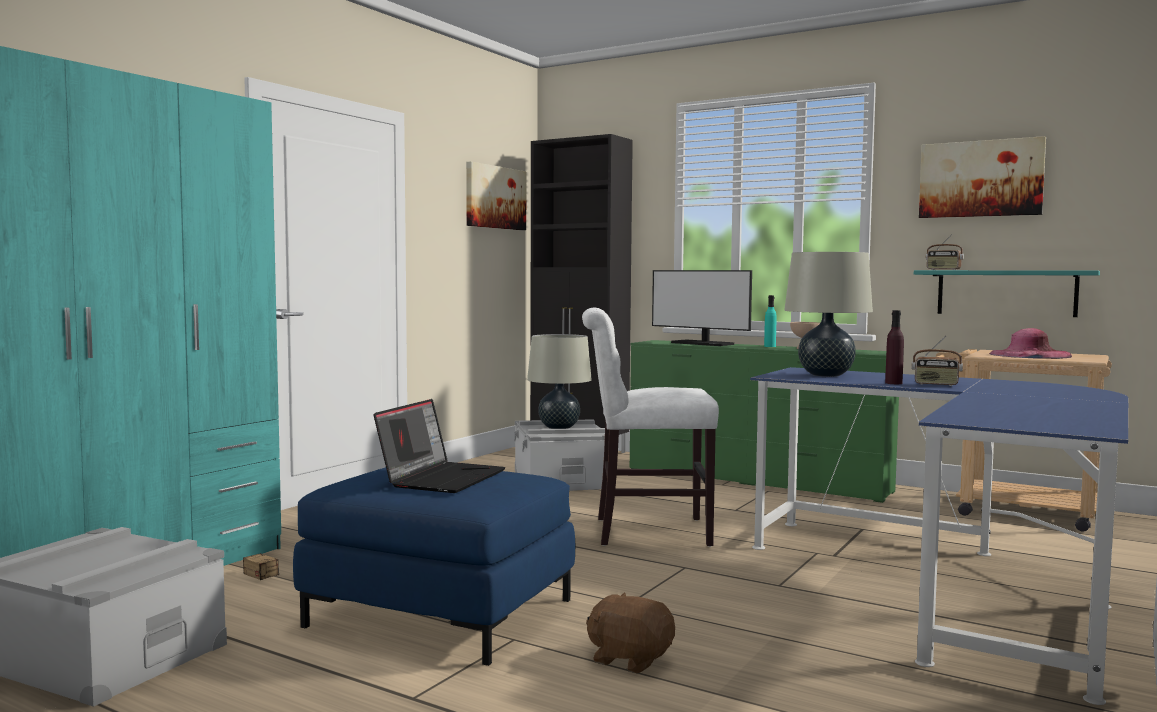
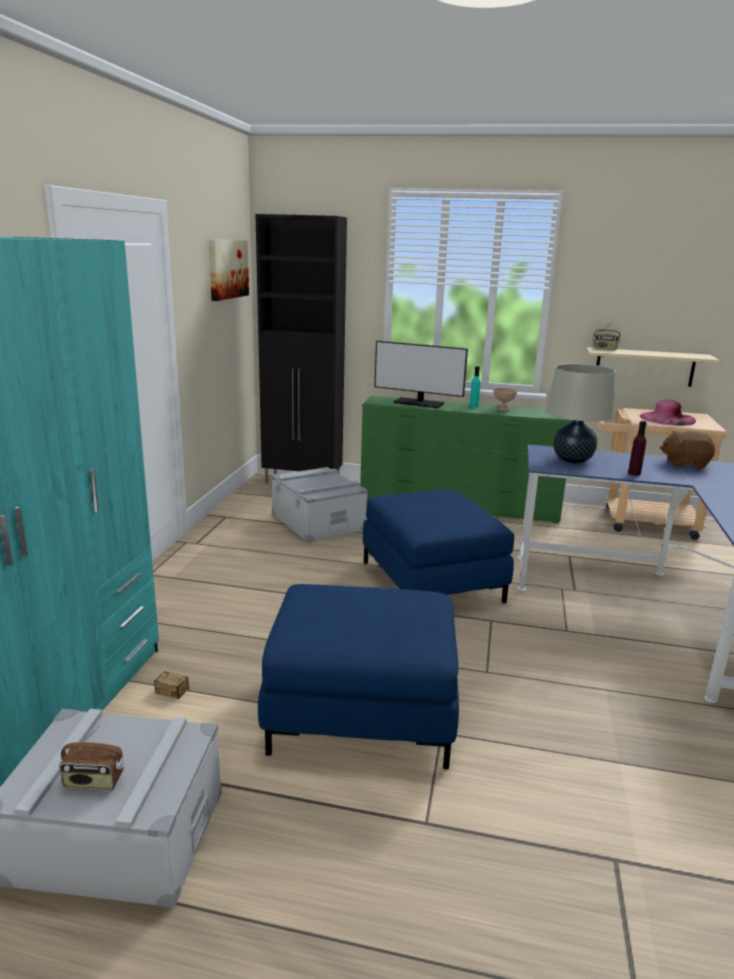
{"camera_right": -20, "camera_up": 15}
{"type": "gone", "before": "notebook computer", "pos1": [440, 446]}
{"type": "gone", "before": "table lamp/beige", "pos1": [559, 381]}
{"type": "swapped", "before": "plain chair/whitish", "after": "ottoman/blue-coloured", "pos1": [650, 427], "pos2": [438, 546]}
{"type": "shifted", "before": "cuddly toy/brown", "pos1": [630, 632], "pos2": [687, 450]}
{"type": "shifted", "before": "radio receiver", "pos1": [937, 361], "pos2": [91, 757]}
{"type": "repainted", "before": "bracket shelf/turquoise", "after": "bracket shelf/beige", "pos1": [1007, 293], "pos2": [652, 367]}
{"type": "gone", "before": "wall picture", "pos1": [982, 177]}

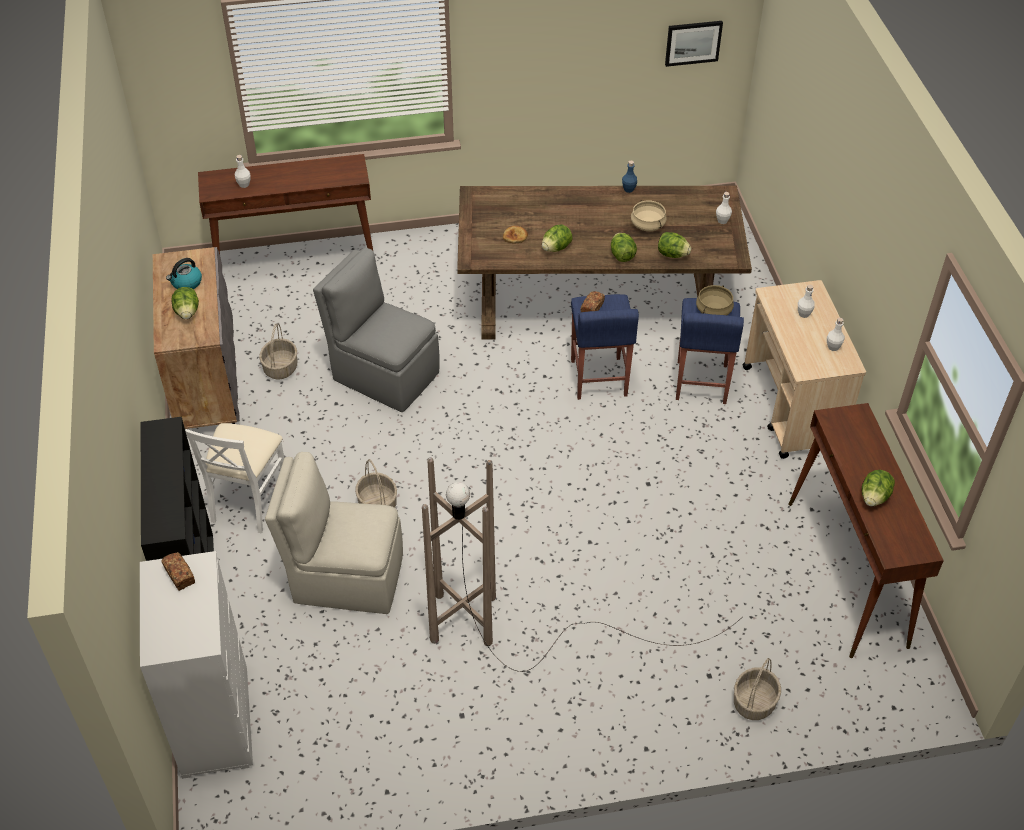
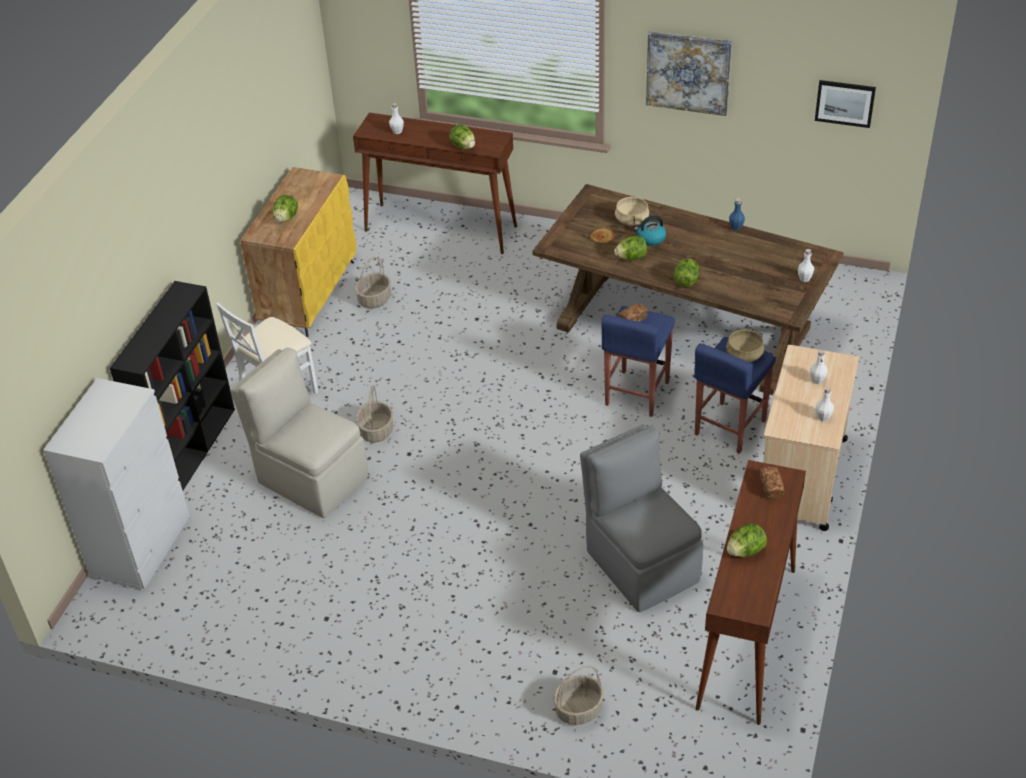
{"camera_right": 30, "camera_up": -5}
{"type": "repainted", "before": "cabinet/gray", "after": "cabinet/yellow", "pos1": [196, 338], "pos2": [298, 252]}
{"type": "shifted", "before": "bread", "pos1": [178, 571], "pos2": [772, 482]}
{"type": "shifted", "before": "water kettle", "pos1": [184, 273], "pos2": [650, 231]}
{"type": "shifted", "before": "plain chair/gray", "pos1": [376, 330], "pos2": [641, 518]}
{"type": "gone", "before": "standing lamp/brown", "pos1": [581, 564]}
{"type": "shifted", "before": "cooking pot/beige", "pos1": [649, 215], "pos2": [632, 211]}
{"type": "shifted", "before": "head of lettuce", "pos1": [674, 245], "pos2": [462, 136]}
{"type": "new", "after": "wall picture", "pos2": [689, 73]}

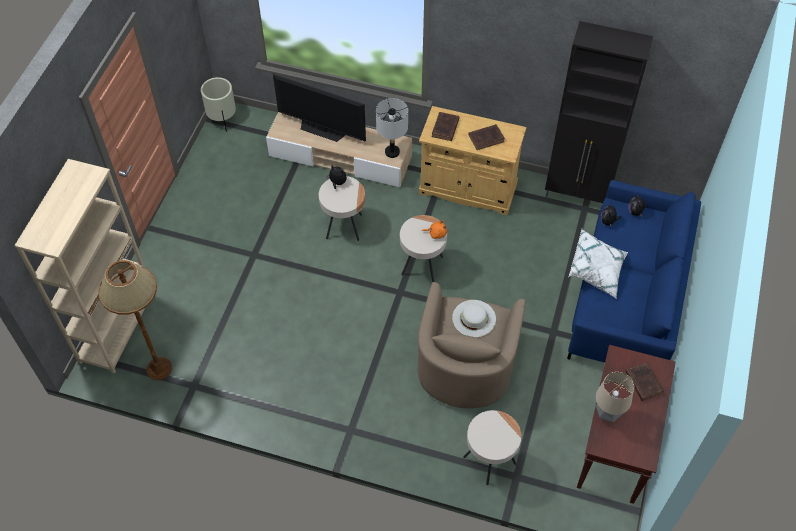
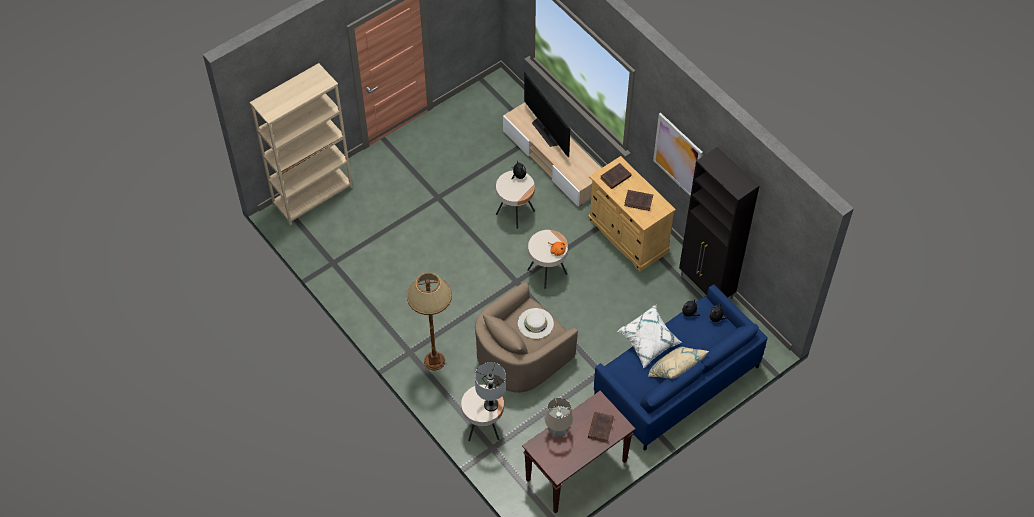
{"camera_right": 35, "camera_up": 0}
{"type": "shifted", "before": "standing lamp/brown", "pos1": [135, 320], "pos2": [429, 321]}
{"type": "gone", "before": "planter/beige", "pos1": [218, 104]}
{"type": "shifted", "before": "table lamp/gray", "pos1": [392, 128], "pos2": [490, 387]}
{"type": "new", "after": "throw pillow/beige", "pos2": [678, 363]}
{"type": "new", "after": "wall picture", "pos2": [678, 154]}

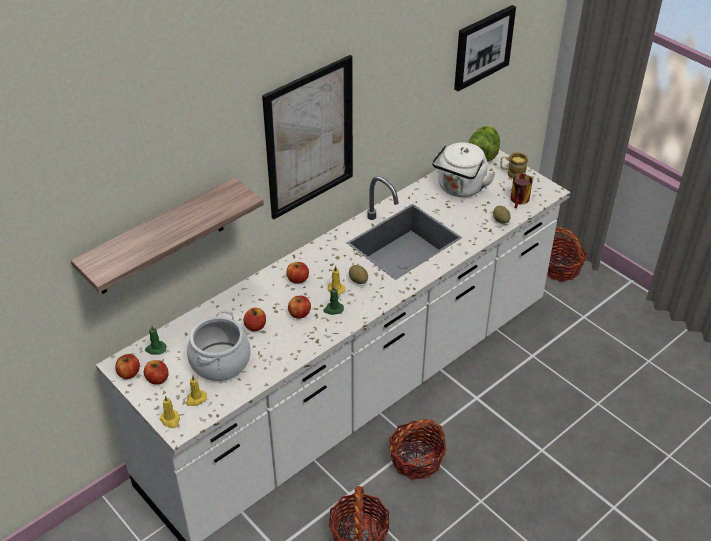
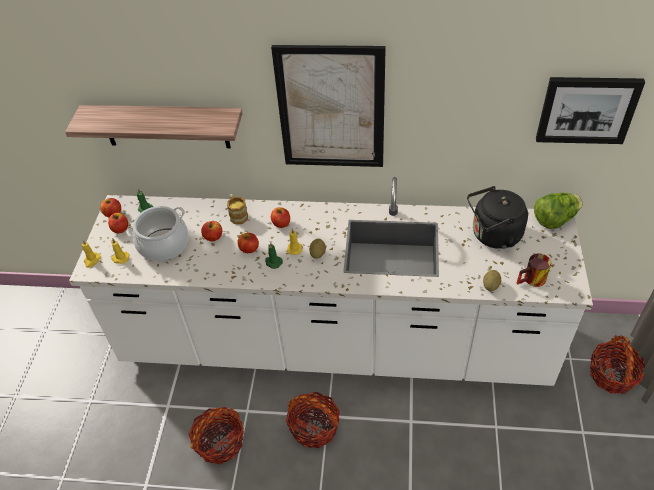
{"camera_right": 50, "camera_up": 5}
{"type": "repainted", "before": "water kettle/whitish", "after": "water kettle/black", "pos1": [464, 169], "pos2": [497, 217]}
{"type": "shifted", "before": "coffee mug", "pos1": [514, 165], "pos2": [237, 209]}

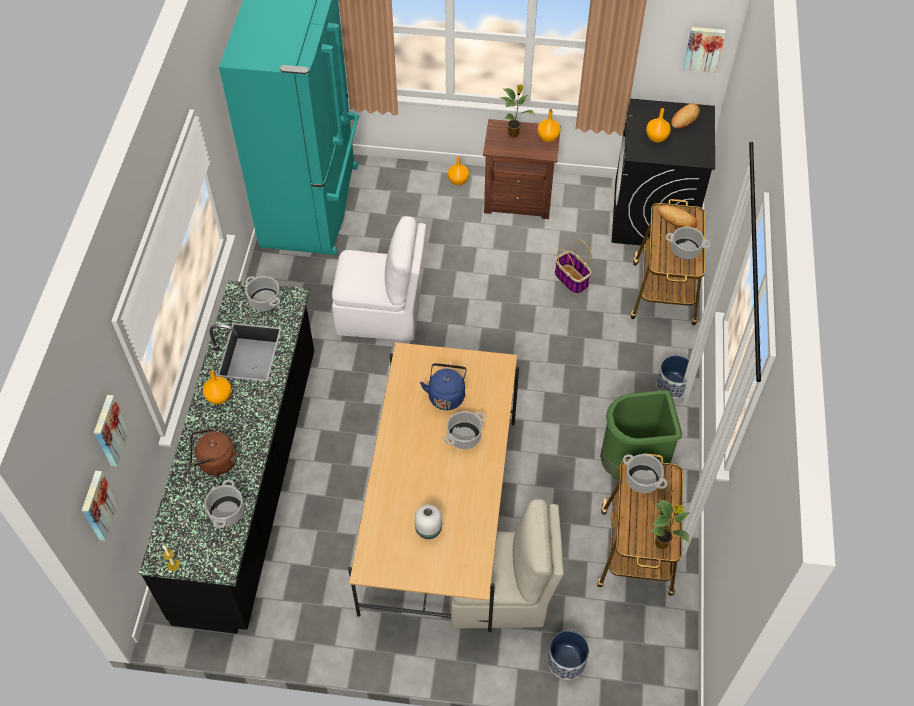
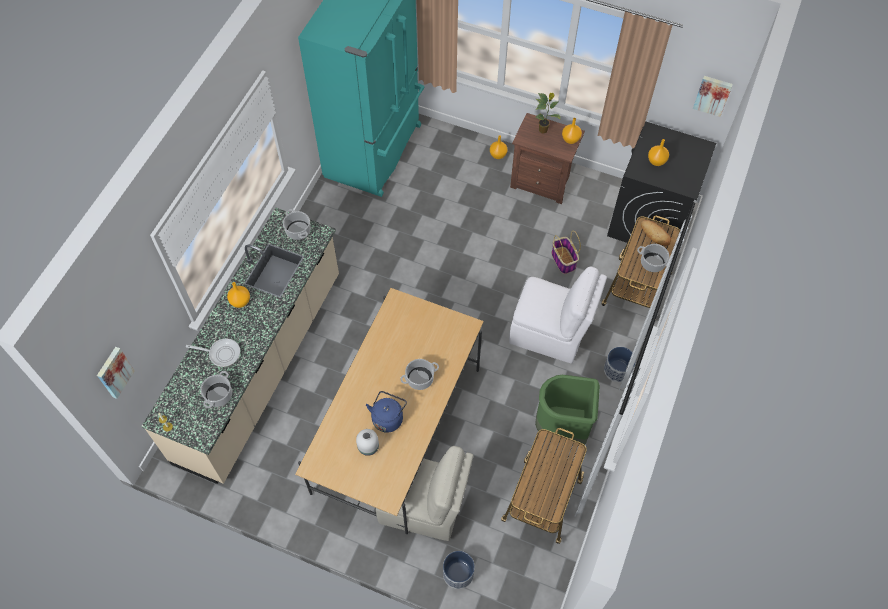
{"camera_right": 15, "camera_up": 5}
{"type": "gone", "before": "wall picture", "pos1": [111, 430]}
{"type": "repainted", "before": "counter/black", "after": "counter/beige", "pos1": [226, 457], "pos2": [240, 346]}
{"type": "swapped", "before": "water kettle/brown", "after": "frying pan", "pos1": [214, 453], "pos2": [213, 353]}
{"type": "shifted", "before": "plain chair/whitish", "pos1": [379, 278], "pos2": [558, 315]}
{"type": "shifted", "before": "water kettle/blue-coloured", "pos1": [443, 386], "pos2": [386, 412]}
{"type": "gone", "before": "cooking pot", "pos1": [645, 473]}
{"type": "gone", "before": "plant in a pot", "pos1": [670, 524]}
{"type": "gone", "before": "bread", "pos1": [685, 116]}

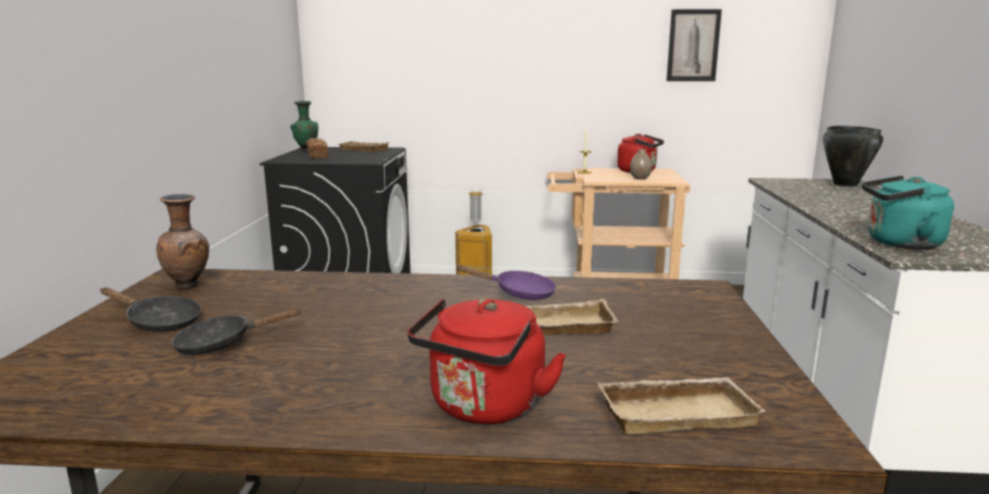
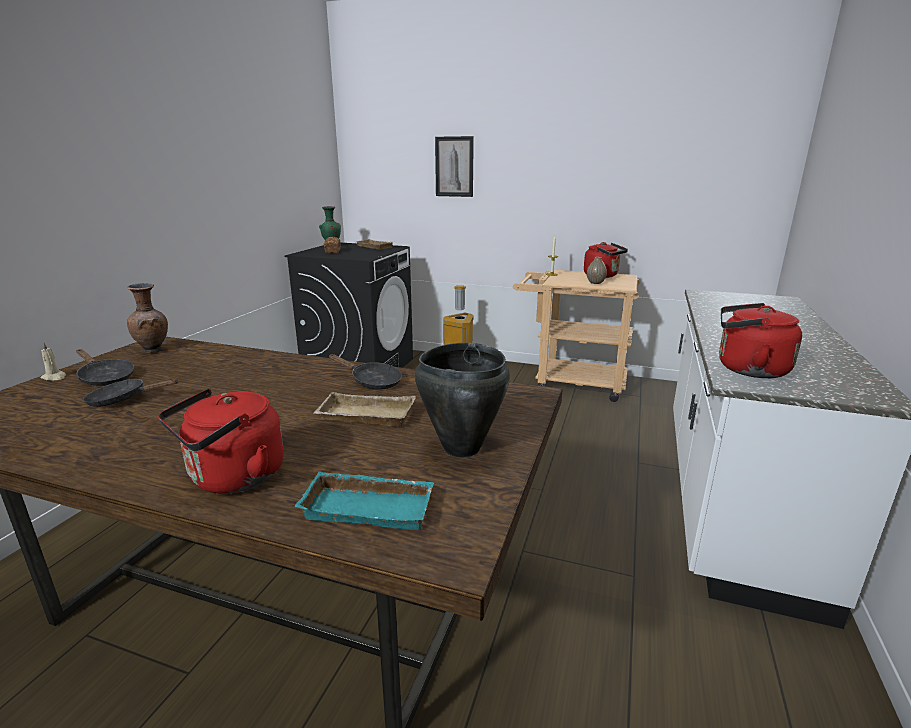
{"camera_right": 15, "camera_up": 5}
{"type": "repainted", "before": "frying pan/purplish", "after": "frying pan/black", "pos1": [505, 282], "pos2": [365, 372]}
{"type": "repainted", "before": "carrying tray/beige", "after": "carrying tray/turquoise", "pos1": [681, 405], "pos2": [364, 501]}
{"type": "shifted", "before": "wall picture", "pos1": [694, 45], "pos2": [454, 166]}
{"type": "shifted", "before": "cooking pot/black", "pos1": [853, 156], "pos2": [462, 400]}
{"type": "repainted", "before": "water kettle/turquoise", "after": "water kettle/red", "pos1": [908, 212], "pos2": [760, 340]}
{"type": "new", "after": "wax candle/beige", "pos2": [53, 361]}

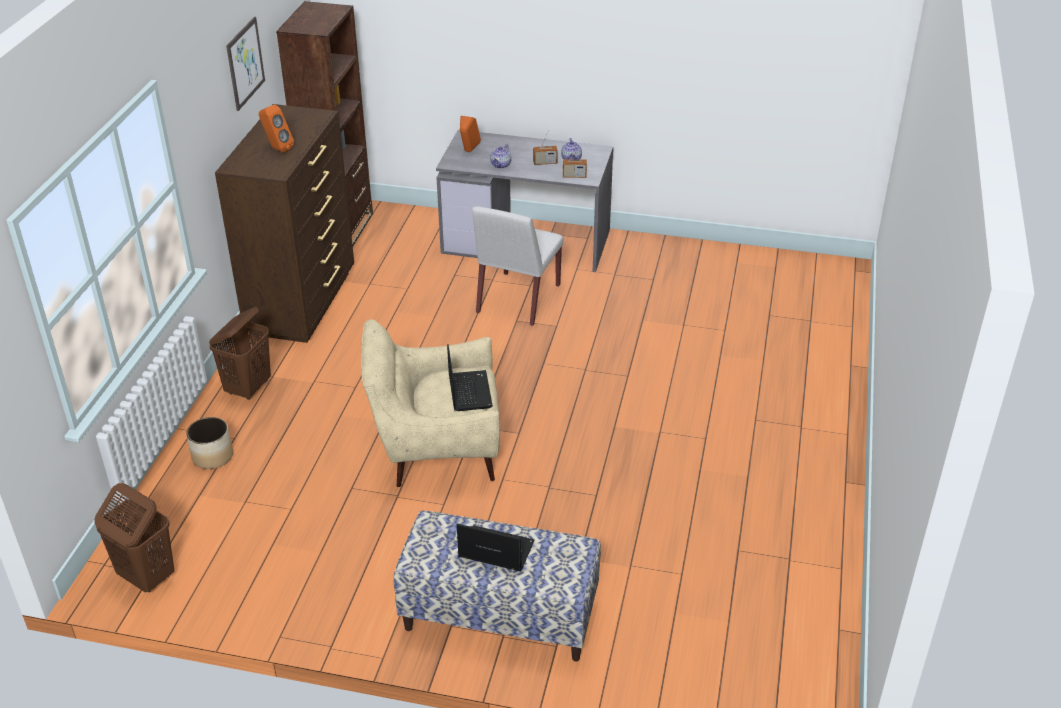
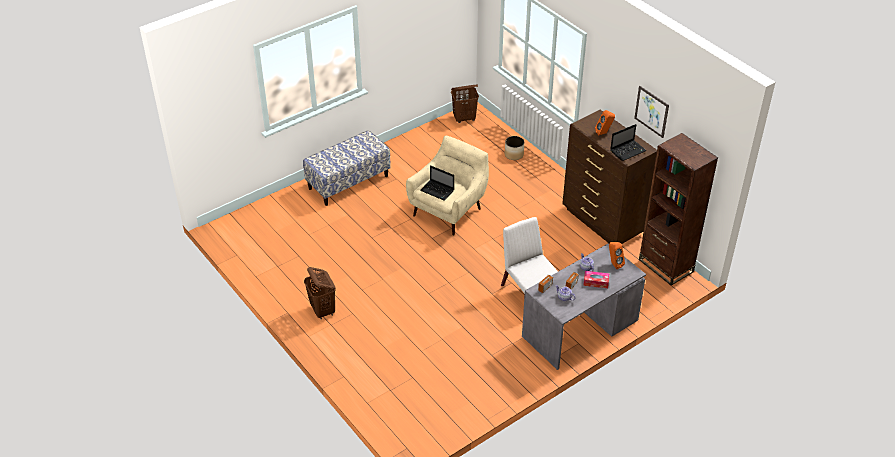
{"camera_right": 130, "camera_up": 5}
{"type": "shifted", "before": "washing basket/brown", "pos1": [240, 353], "pos2": [320, 293]}
{"type": "shifted", "before": "notebook computer", "pos1": [495, 548], "pos2": [628, 142]}
{"type": "new", "after": "box of tissues", "pos2": [596, 279]}

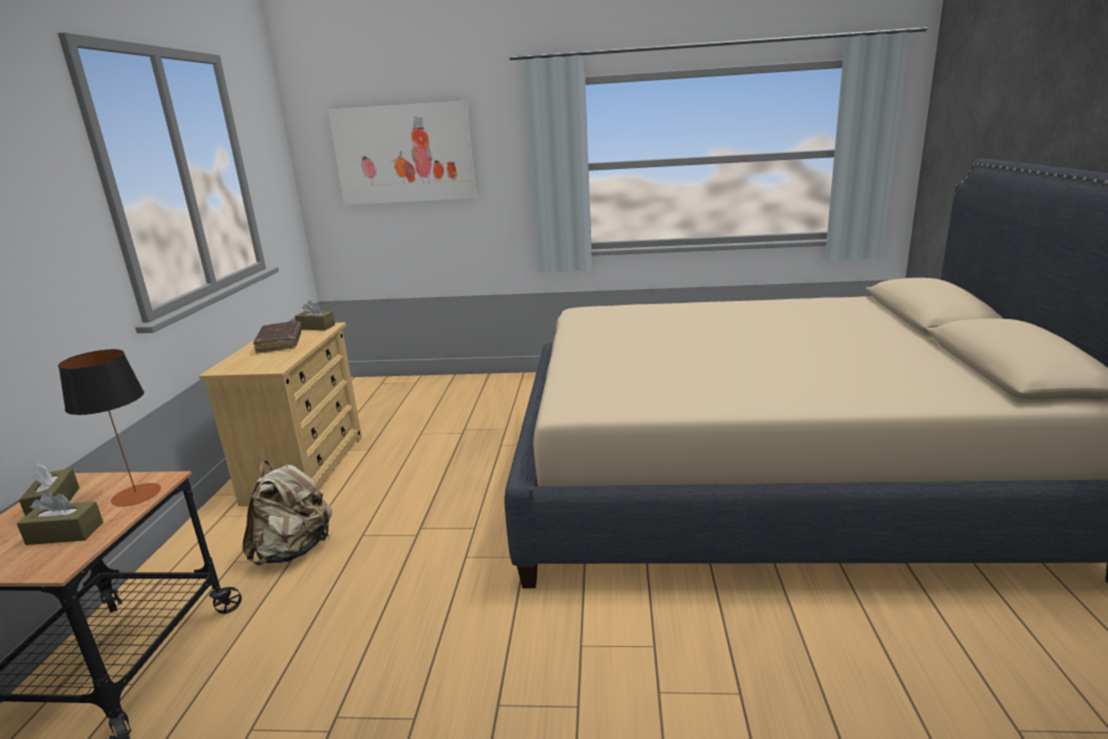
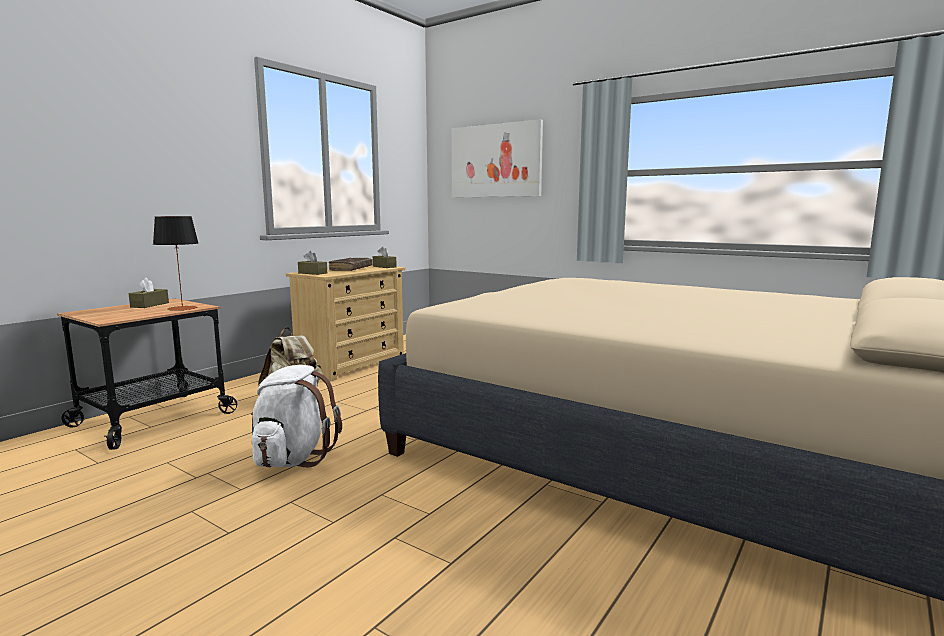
{"camera_right": 30, "camera_up": -10}
{"type": "shifted", "before": "box of tissues/brown", "pos1": [60, 518], "pos2": [312, 263]}
{"type": "new", "after": "knapsack/whitish", "pos2": [296, 416]}

